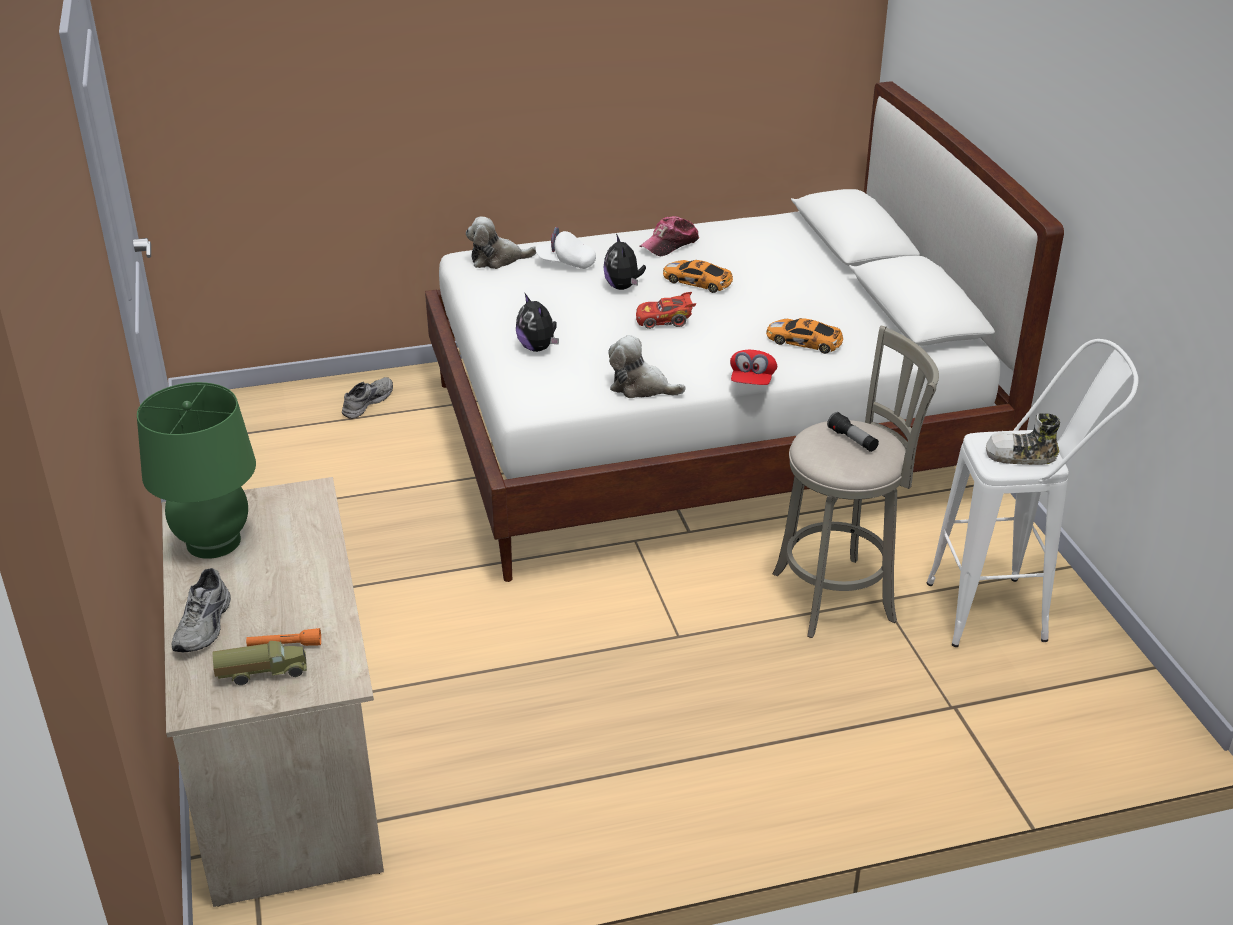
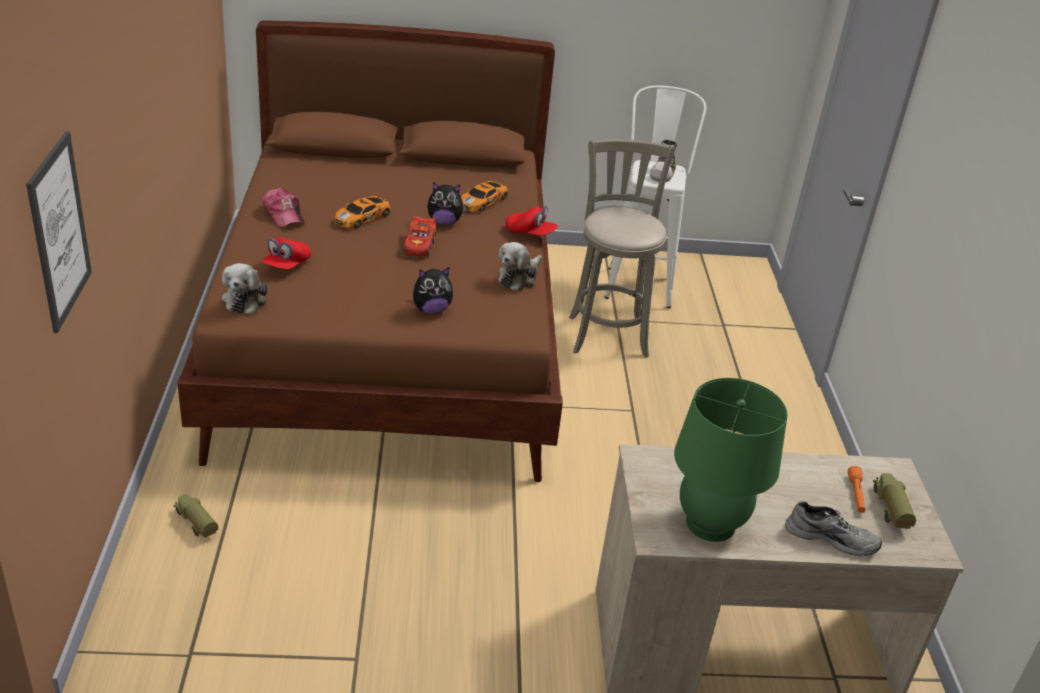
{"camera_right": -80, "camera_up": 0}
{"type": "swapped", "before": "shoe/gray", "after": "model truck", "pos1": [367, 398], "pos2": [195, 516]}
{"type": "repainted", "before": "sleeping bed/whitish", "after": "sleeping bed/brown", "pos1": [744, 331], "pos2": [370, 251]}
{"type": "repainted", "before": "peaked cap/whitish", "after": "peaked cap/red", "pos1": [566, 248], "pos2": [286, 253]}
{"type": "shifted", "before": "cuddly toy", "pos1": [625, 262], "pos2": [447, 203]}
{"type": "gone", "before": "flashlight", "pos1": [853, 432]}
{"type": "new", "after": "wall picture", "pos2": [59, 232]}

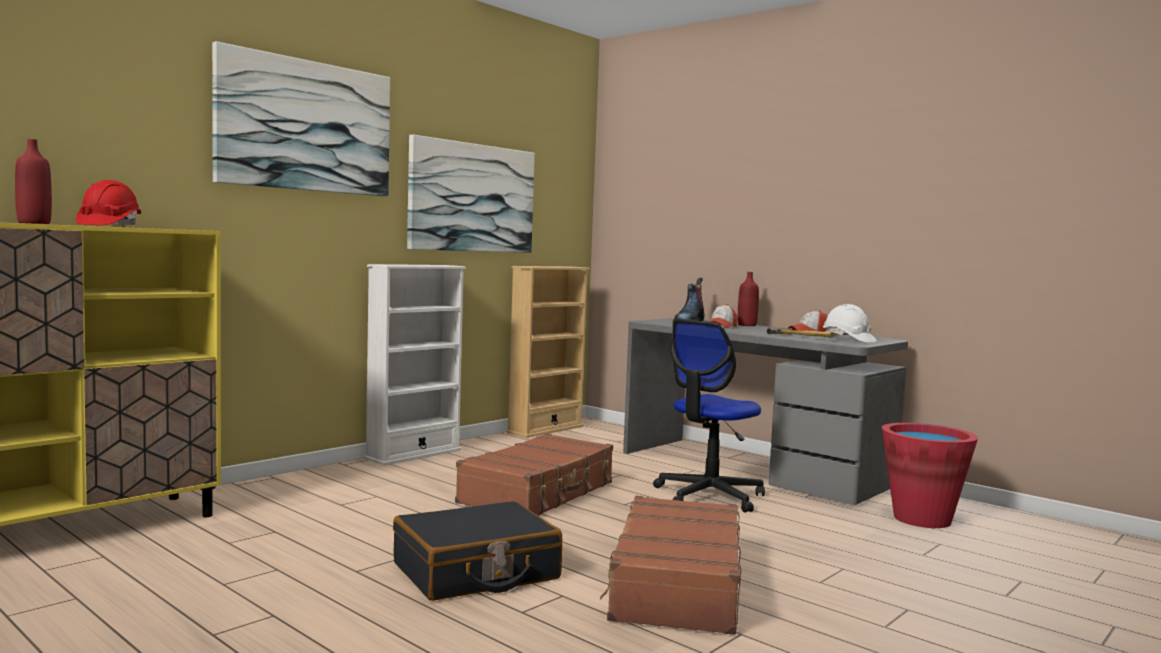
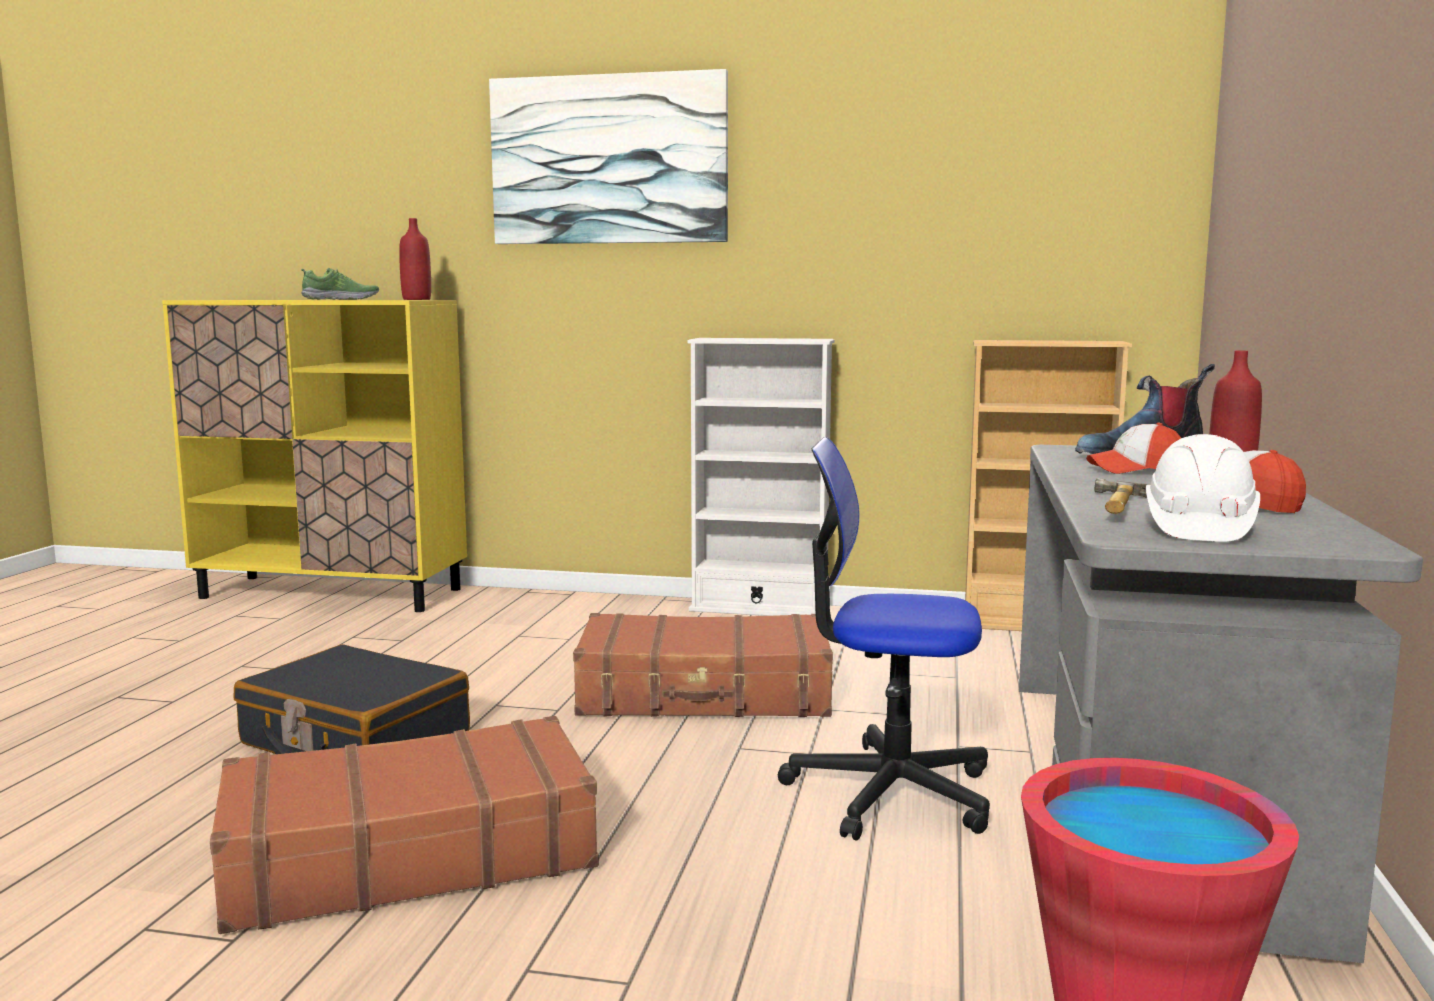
{"camera_right": 60, "camera_up": 5}
{"type": "shifted", "before": "beverage bottle/red", "pos1": [33, 181], "pos2": [415, 259]}
{"type": "swapped", "before": "safety helmet/red", "after": "shoe", "pos1": [108, 203], "pos2": [340, 284]}
{"type": "gone", "before": "wall picture", "pos1": [471, 193]}

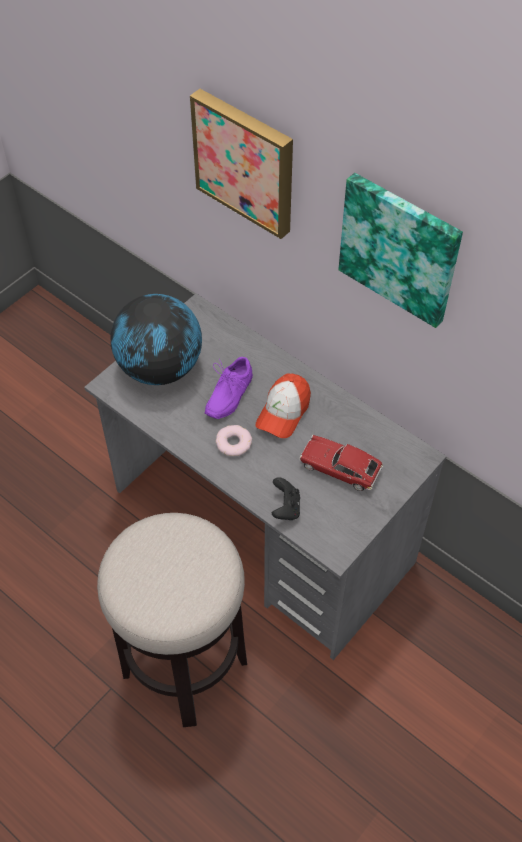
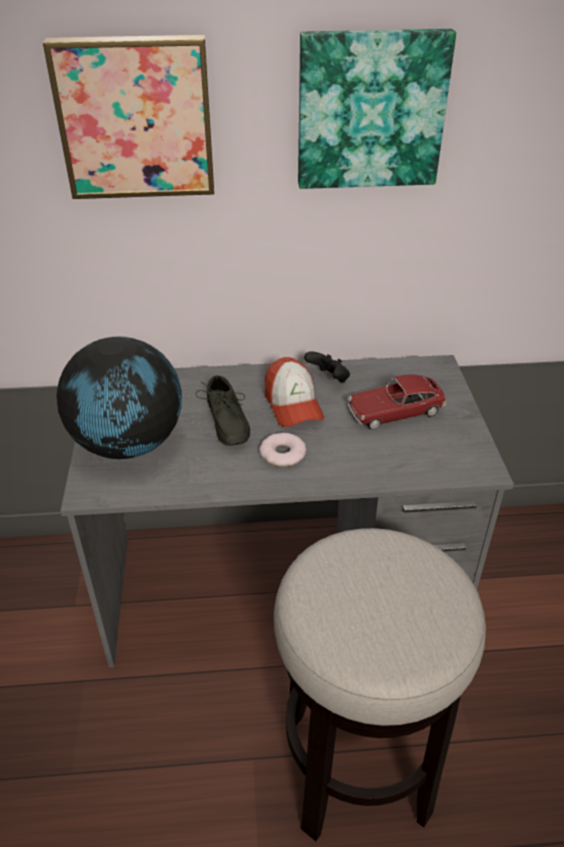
{"camera_right": -45, "camera_up": -15}
{"type": "repainted", "before": "shoe/purplish", "after": "shoe/gray", "pos1": [229, 388], "pos2": [223, 410]}
{"type": "shifted", "before": "joypad/black", "pos1": [286, 498], "pos2": [327, 366]}

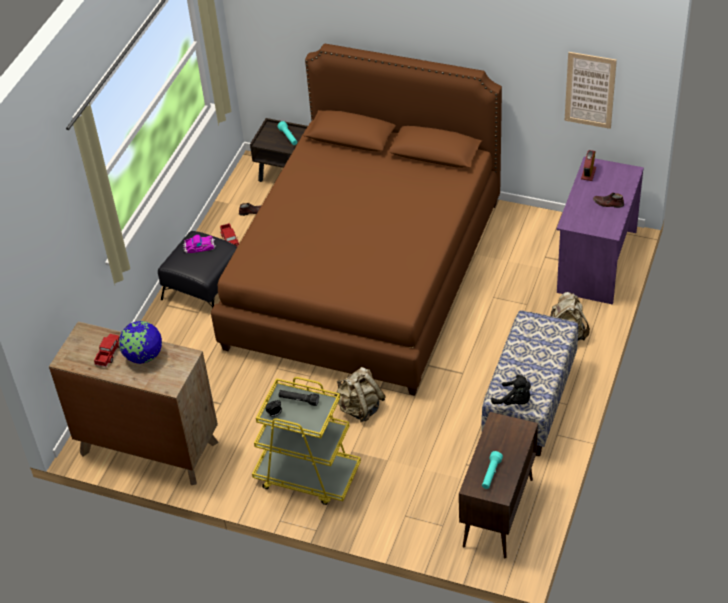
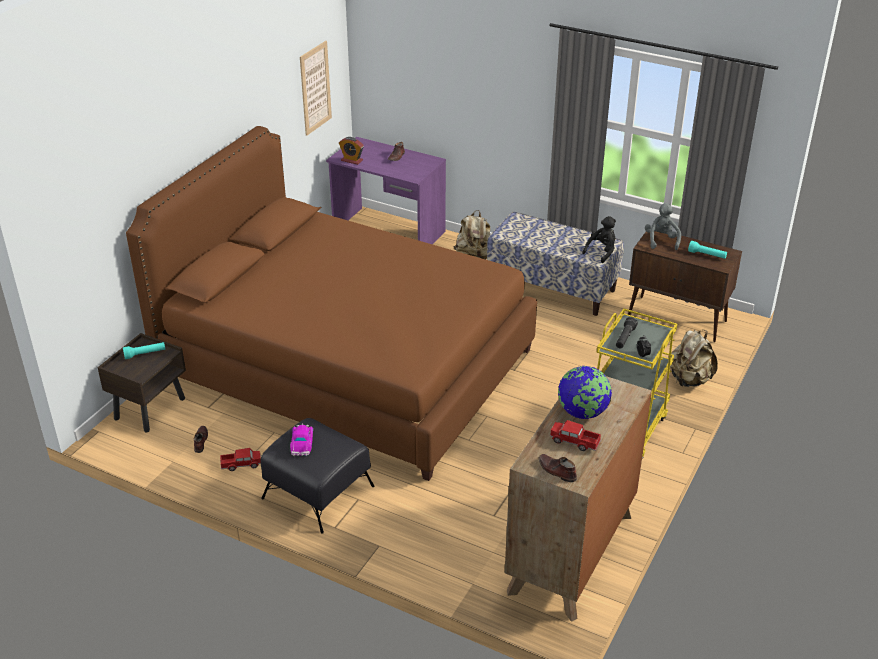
{"camera_right": -85, "camera_up": -10}
{"type": "shifted", "before": "knapsack/beige", "pos1": [360, 394], "pos2": [694, 358]}
{"type": "new", "after": "shoe/brown", "pos2": [558, 468]}
{"type": "new", "after": "cuddly toy/gray", "pos2": [663, 226]}

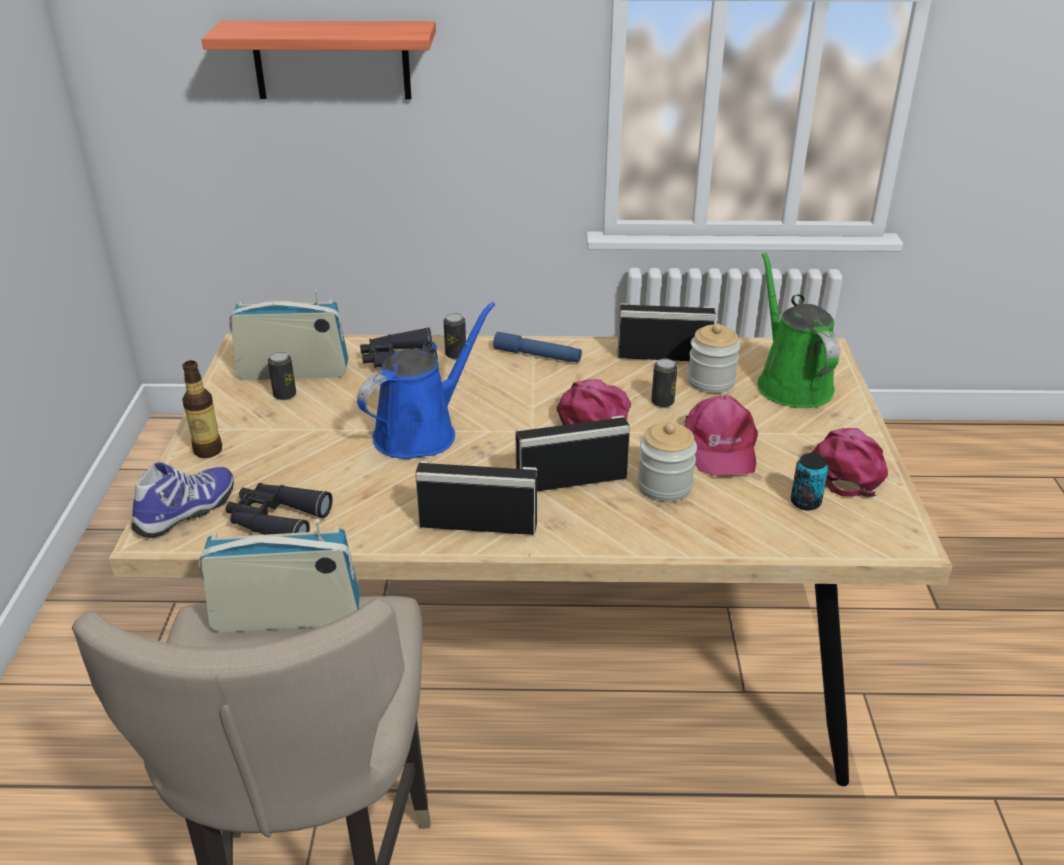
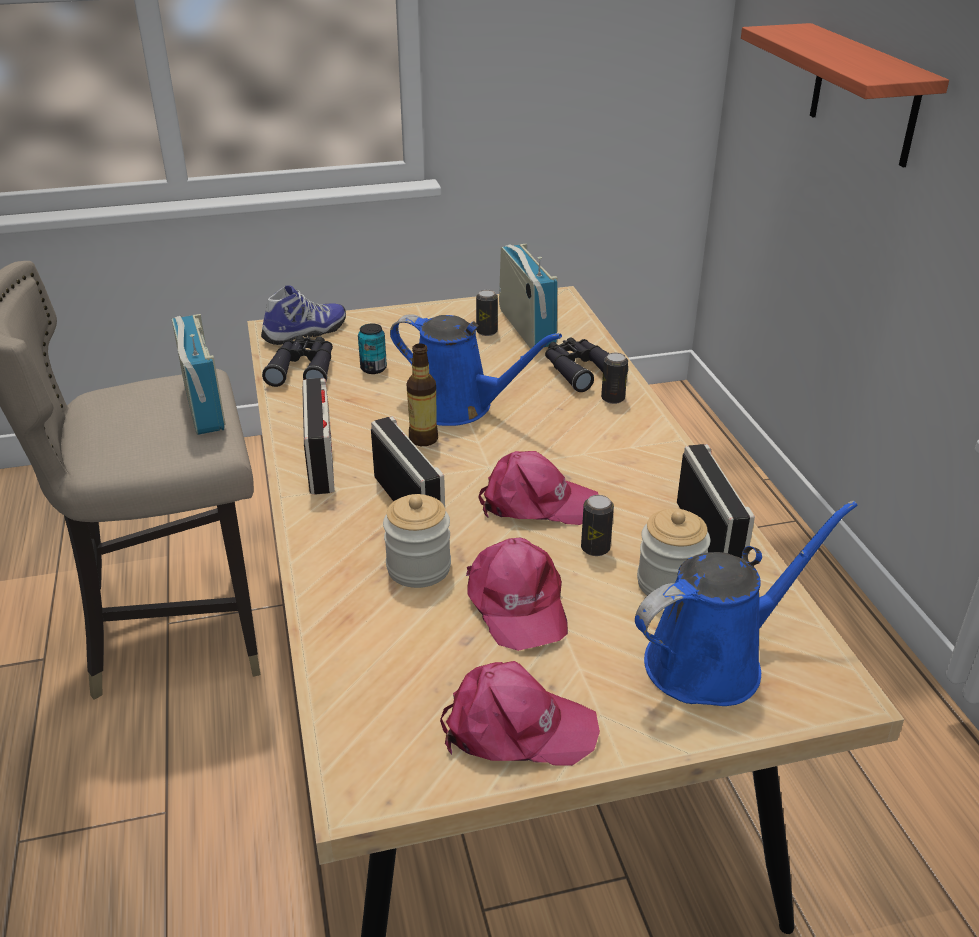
{"camera_right": 75, "camera_up": 0}
{"type": "rotated", "before": "shoe", "pos1": [182, 500], "pos2": [303, 315], "turn": -60}
{"type": "shifted", "before": "beverage bottle", "pos1": [202, 409], "pos2": [422, 394]}
{"type": "gone", "before": "flashlight/blue-coloured", "pos1": [537, 347]}
{"type": "rotated", "before": "peaked cap/pinkish", "pos1": [721, 435], "pos2": [517, 594], "turn": -90}
{"type": "repainted", "before": "watering pot/greenish", "after": "watering pot/blue-coloured", "pos1": [798, 330], "pos2": [746, 603]}
{"type": "shifted", "before": "metal can", "pos1": [809, 482], "pos2": [372, 348]}

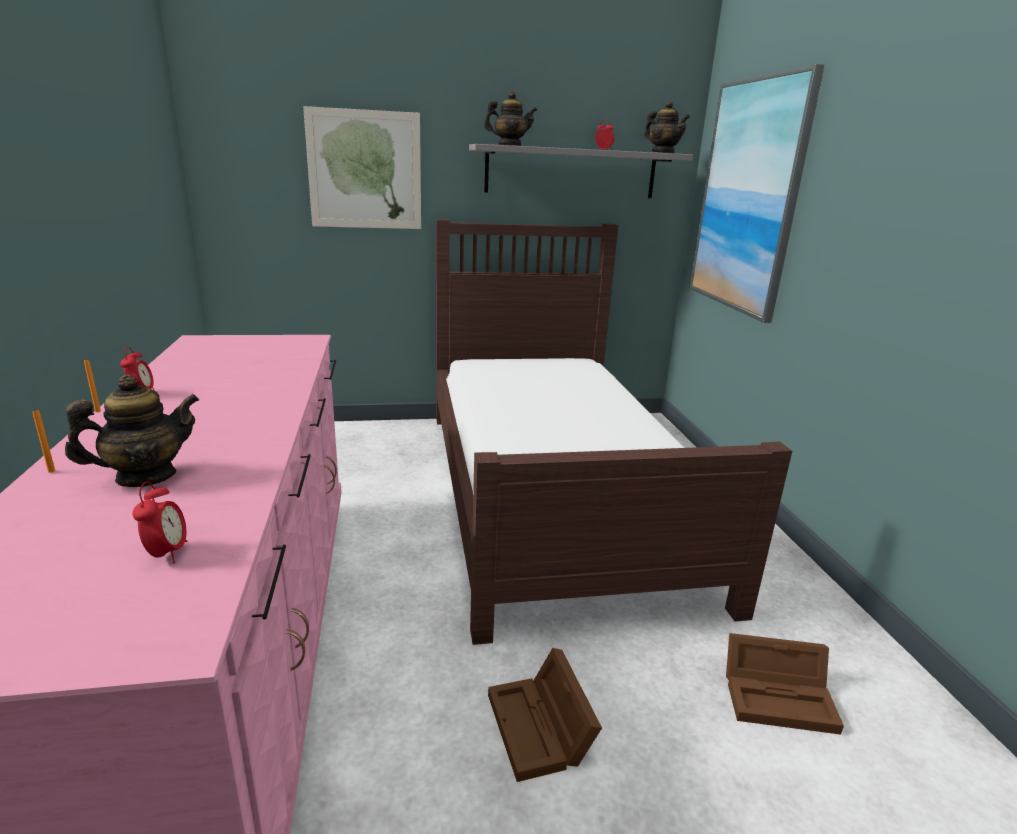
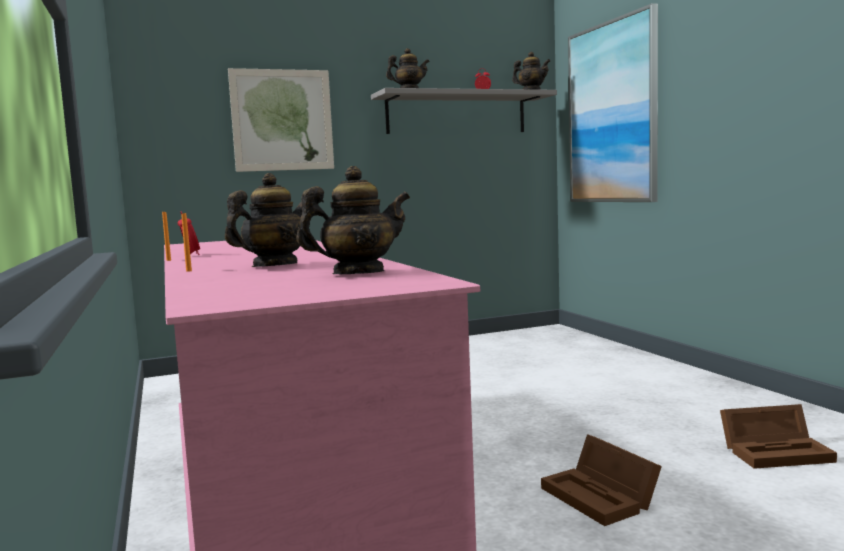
{"camera_right": -10, "camera_up": -15}
{"type": "swapped", "before": "alarm clock", "after": "tea pot", "pos1": [160, 522], "pos2": [353, 220]}
{"type": "gone", "before": "sleeping bed/brown", "pos1": [614, 432]}

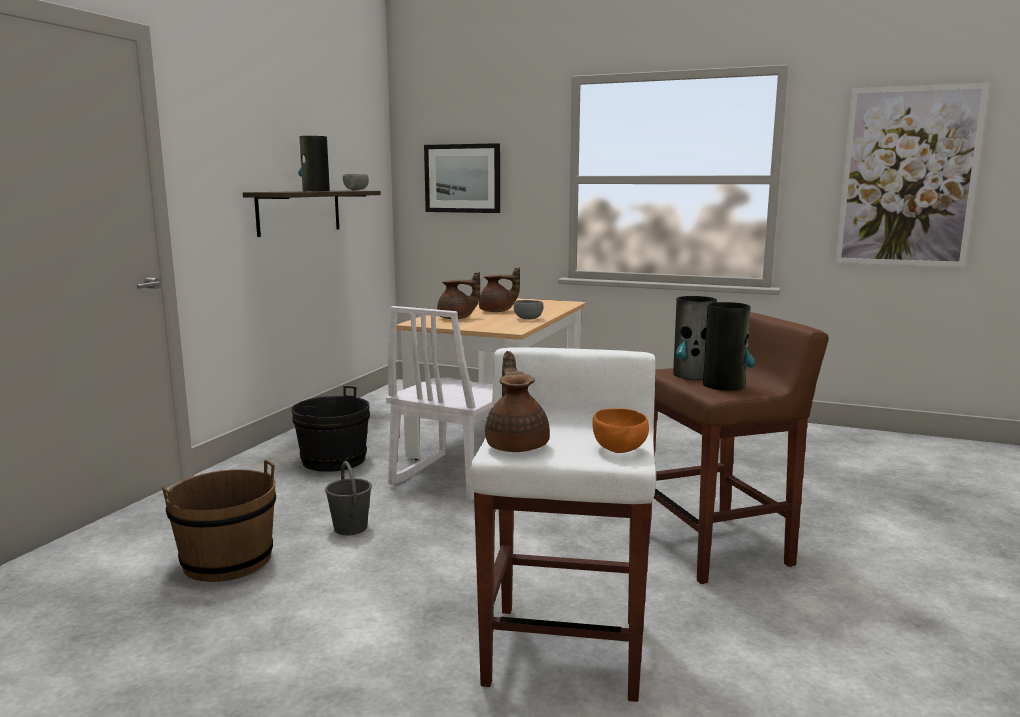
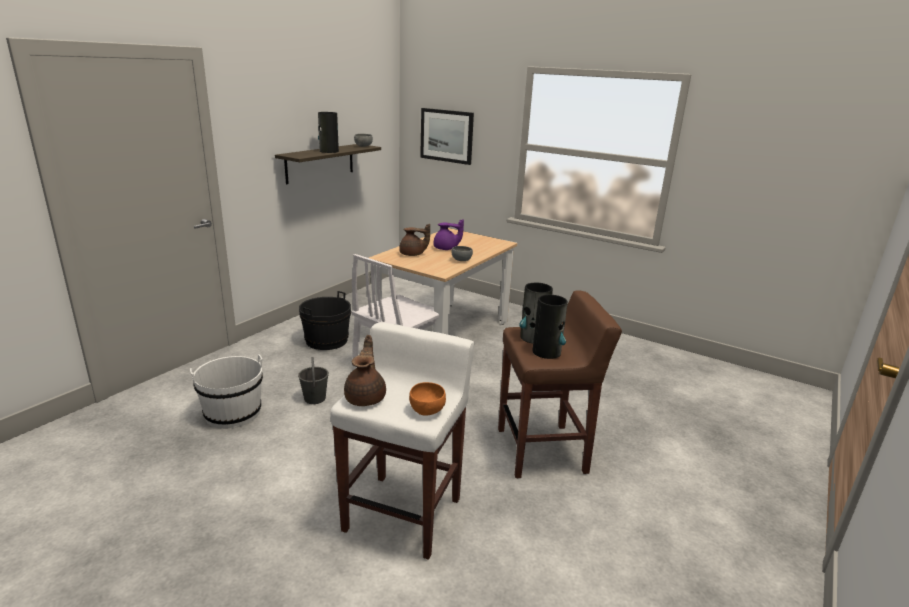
{"camera_right": 10, "camera_up": 10}
{"type": "repainted", "before": "water bucket/brown", "after": "water bucket/whitish", "pos1": [219, 521], "pos2": [226, 391]}
{"type": "repainted", "before": "tea pot/brown", "after": "tea pot/purplish", "pos1": [499, 289], "pos2": [448, 234]}
{"type": "gone", "before": "wall picture", "pos1": [912, 175]}

